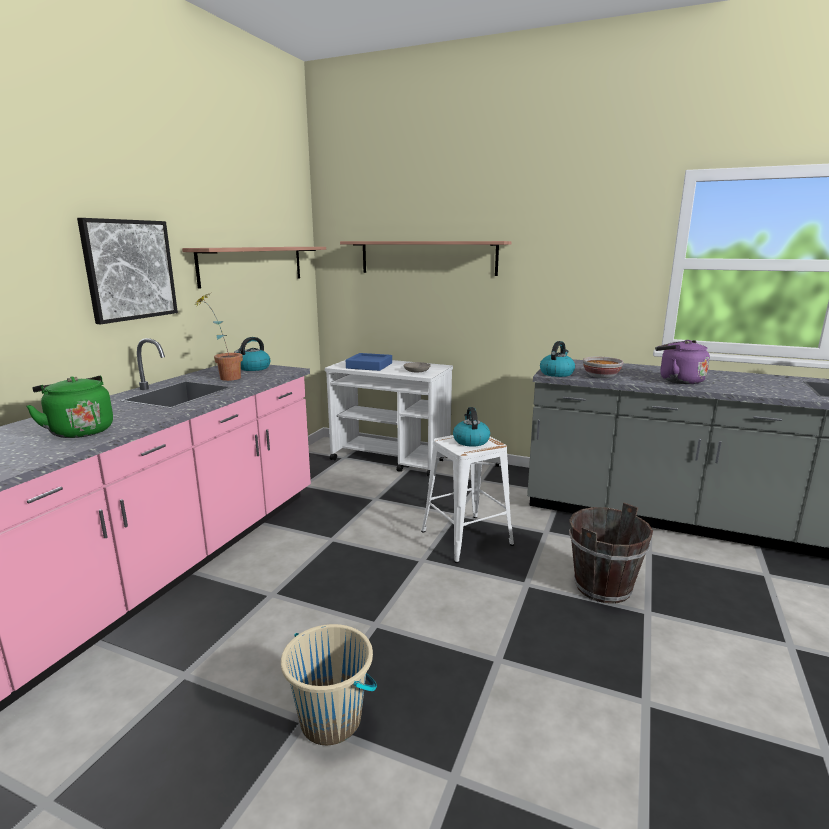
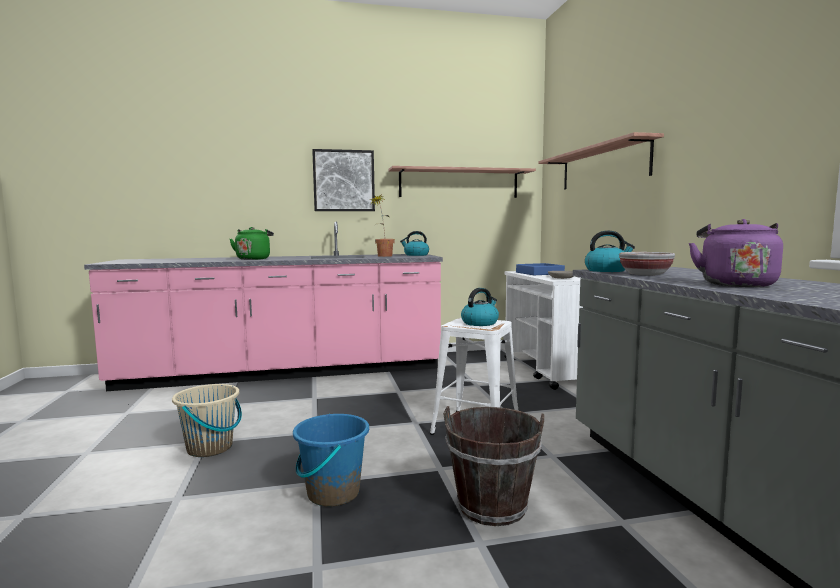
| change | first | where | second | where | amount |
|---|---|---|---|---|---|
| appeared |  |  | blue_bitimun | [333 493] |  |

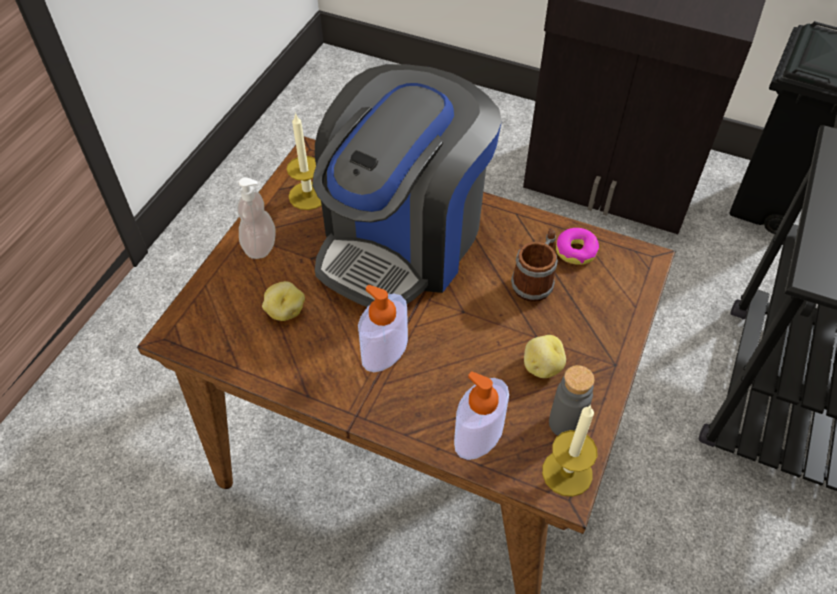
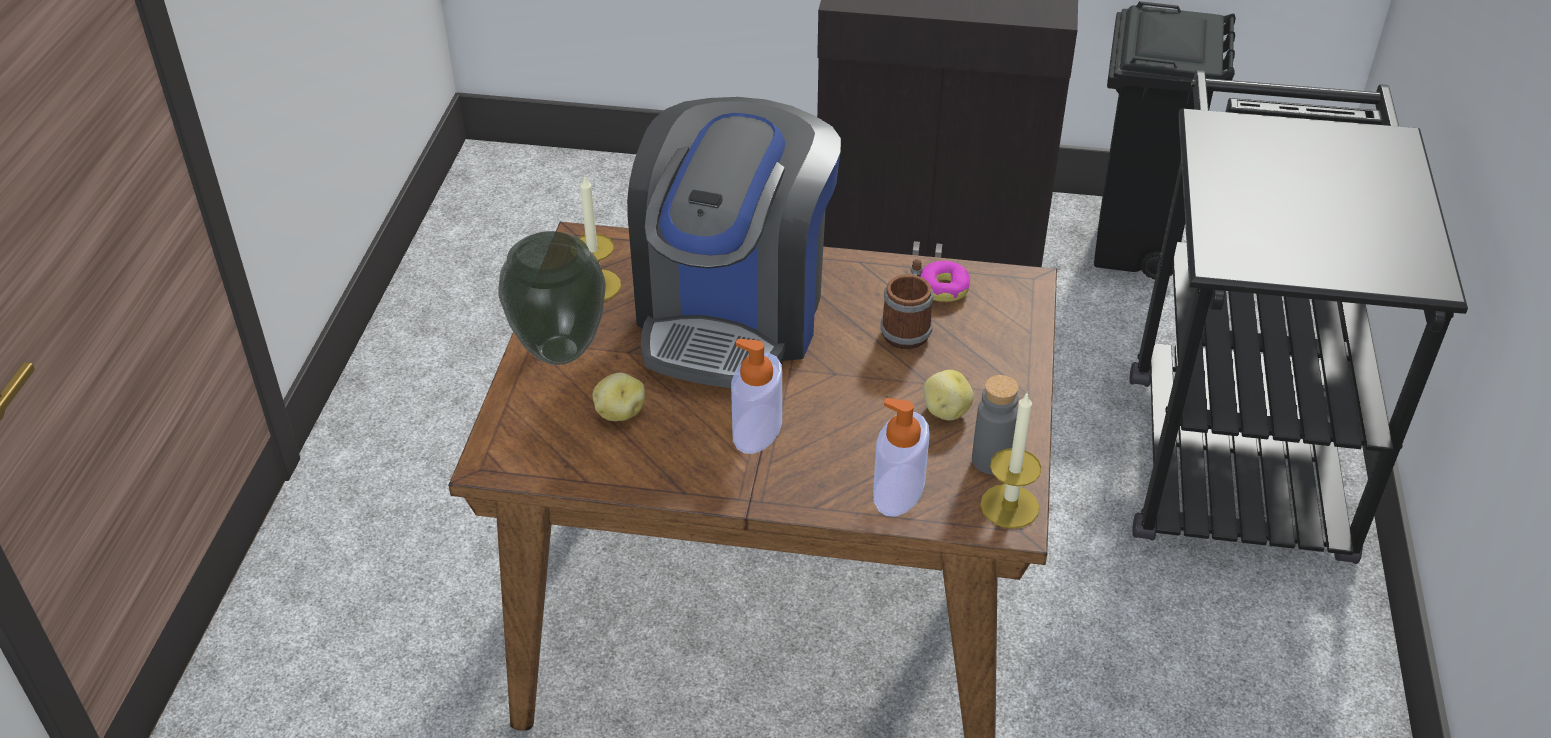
| change | first | where | second | where | amount |
|---|---|---|---|---|---|
| exchanged | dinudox | [260 246] | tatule | [558 350] |  |

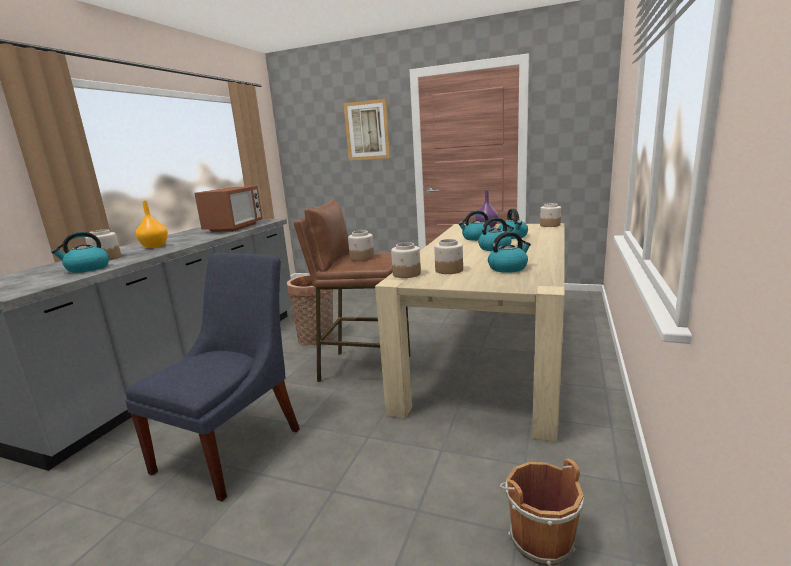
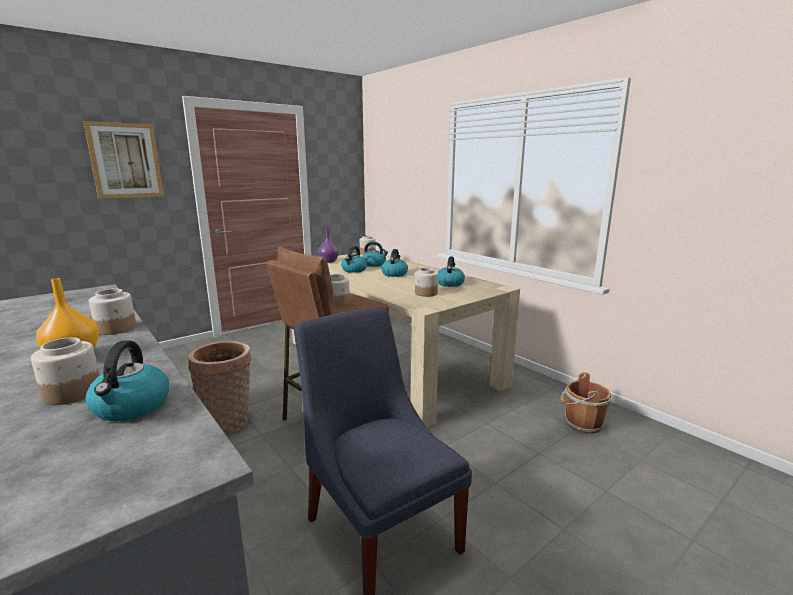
| change | first | where | second | where | amount |
|---|---|---|---|---|---|
| relocated | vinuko | [407 274] |  | [116 328] |  |
| missing | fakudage | [234 228] |  |  |  |

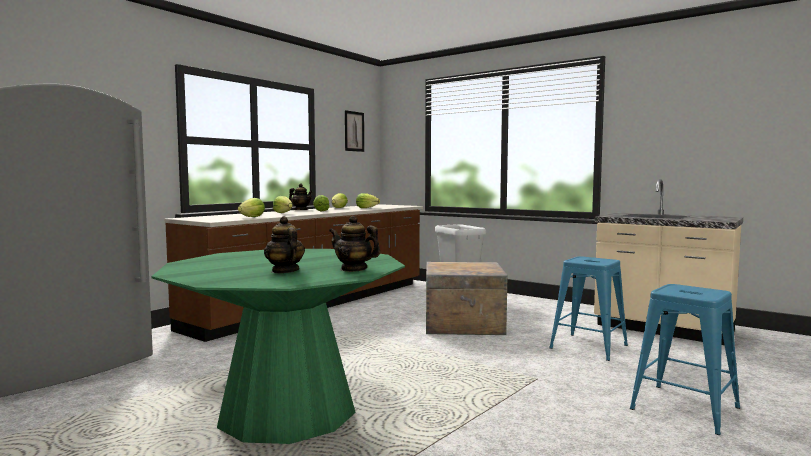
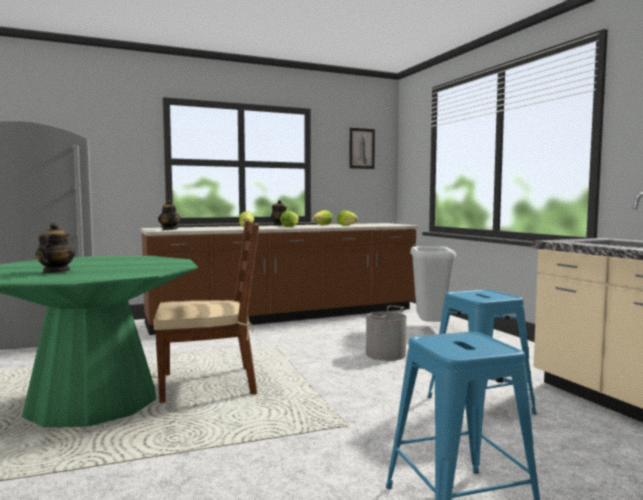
| change | first | where | second | where | amount |
|---|---|---|---|---|---|
| appeared |  |  | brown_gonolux | [209 383] |  |
| relocated | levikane | [353 269] |  | [169 229] |  |
| exchanged | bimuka | [464 323] | grey_bitimun | [386 354] |  |
| missing | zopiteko | [252 217] |  |  |  |

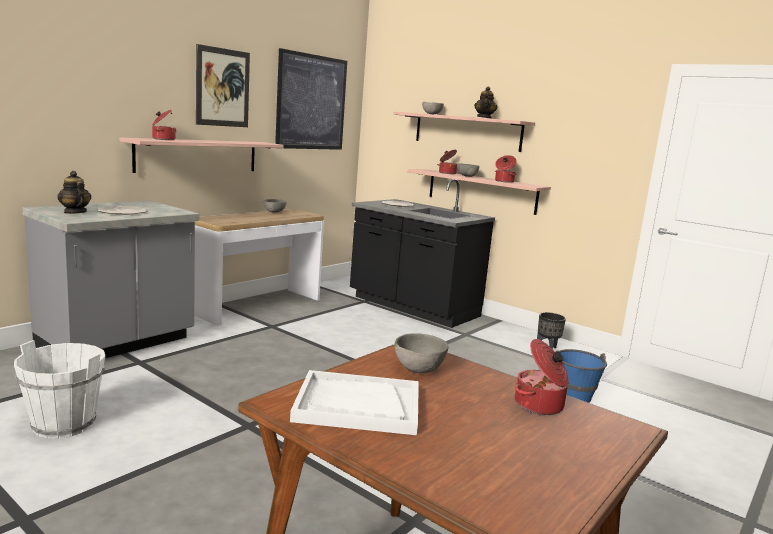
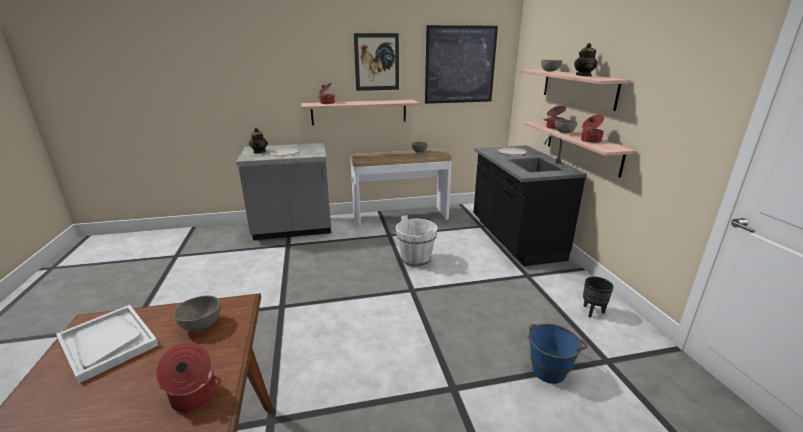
| change | first | where | second | where | amount |
|---|---|---|---|---|---|
| relocated | white_bitimun | [64 424] |  | [416 260] |  |

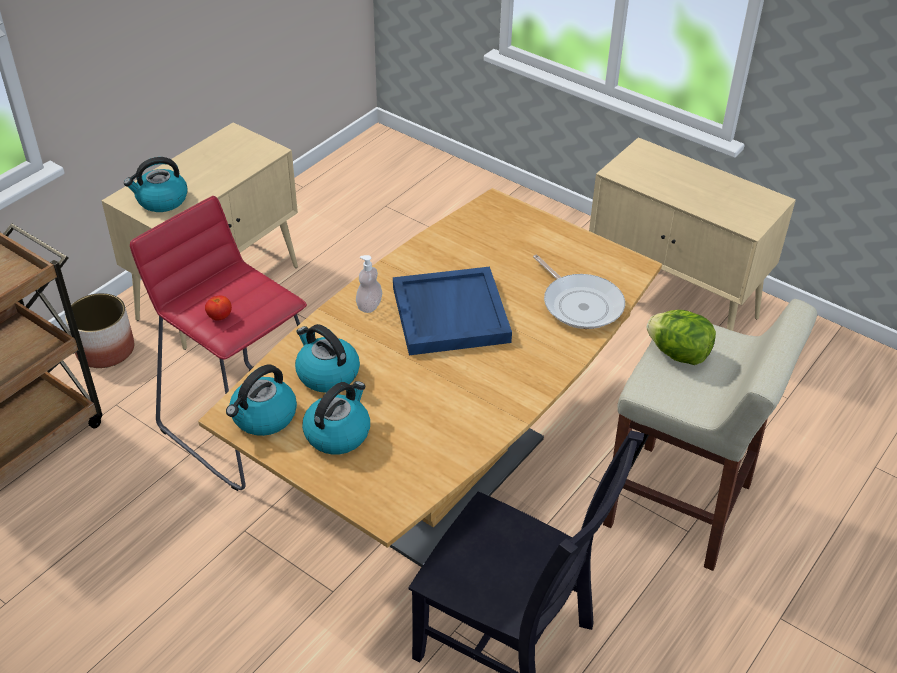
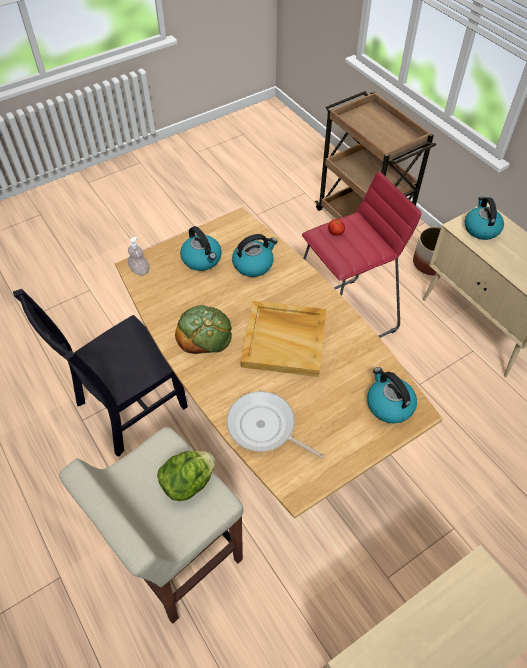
| change | first | where | second | where | amount |
|---|---|---|---|---|---|
| relocated | dinudox | [369 306] |  | [140 270] |  |
| appeared |  |  | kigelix | [204 332] |  |
| spun | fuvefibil | [580 304] |  | [264 427] | 45 degrees clockwise |
| colour | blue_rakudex | [449 314] | beige_rakudex | [285 340] |  |
| relocated | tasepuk | [263 417] |  | [389 405] |  |

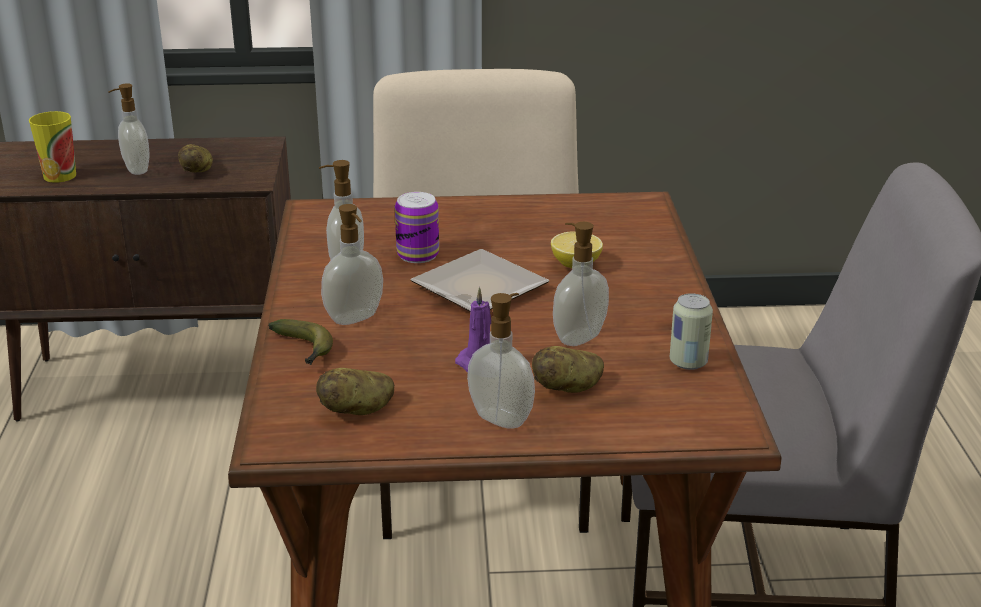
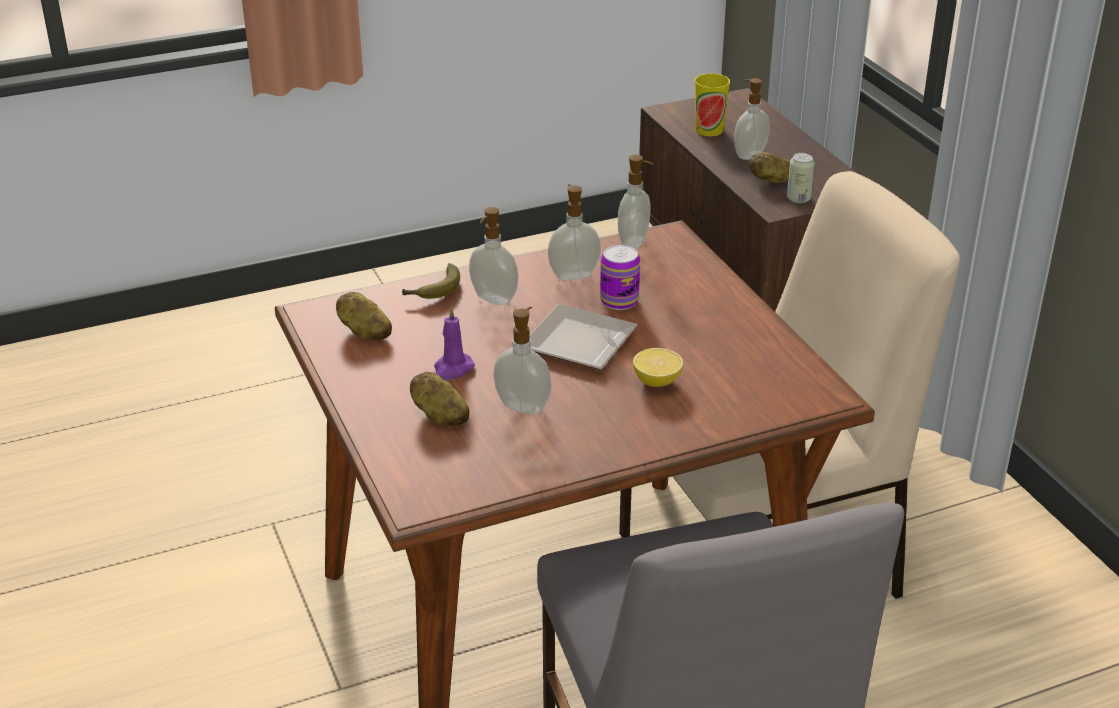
| change | first | where | second | where | amount |
|---|---|---|---|---|---|
| relocated | dinudox | [502 418] |  | [634 243] |  |
| relocated | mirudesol | [688 362] |  | [798 199] |  |

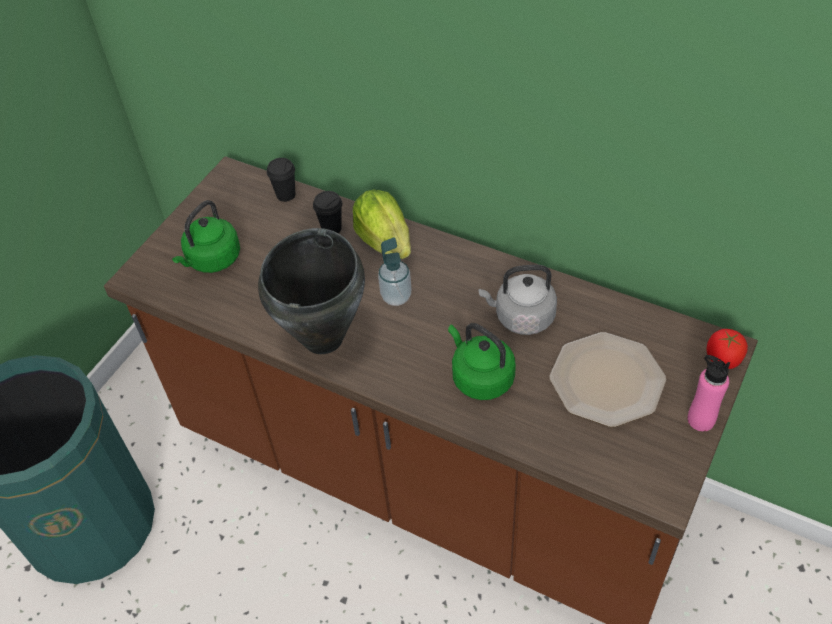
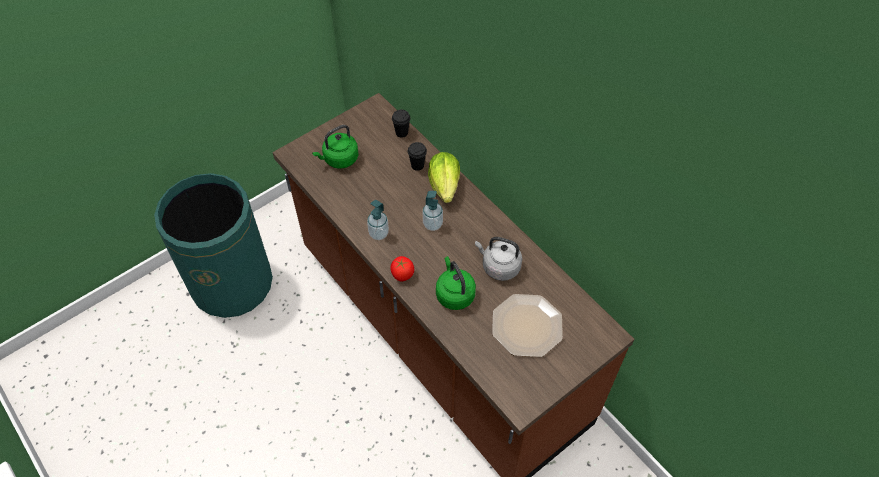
| change | first | where | second | where | amount |
|---|---|---|---|---|---|
| exchanged | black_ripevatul | [324 338] | dinudox | [378 233] |  |
| relocated | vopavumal | [722 360] |  | [402 274] |  |
| missing | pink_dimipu | [700 419] |  |  |  |

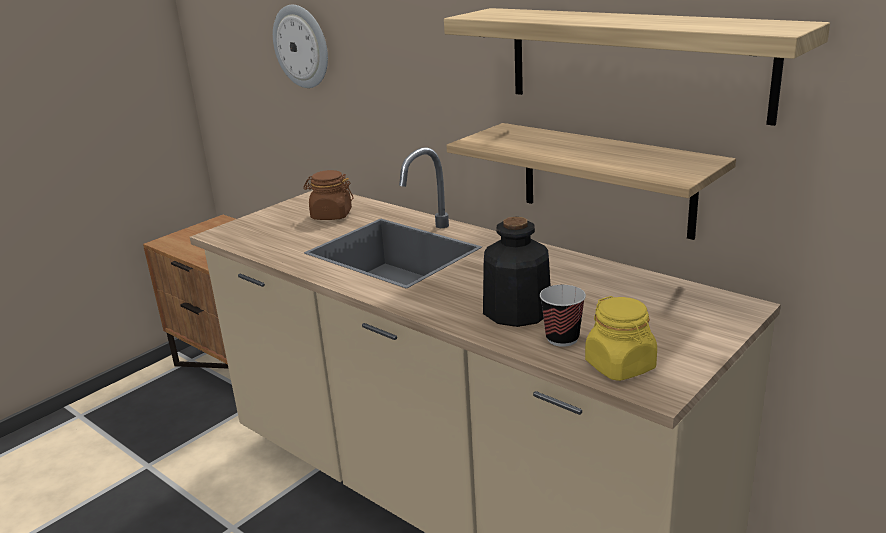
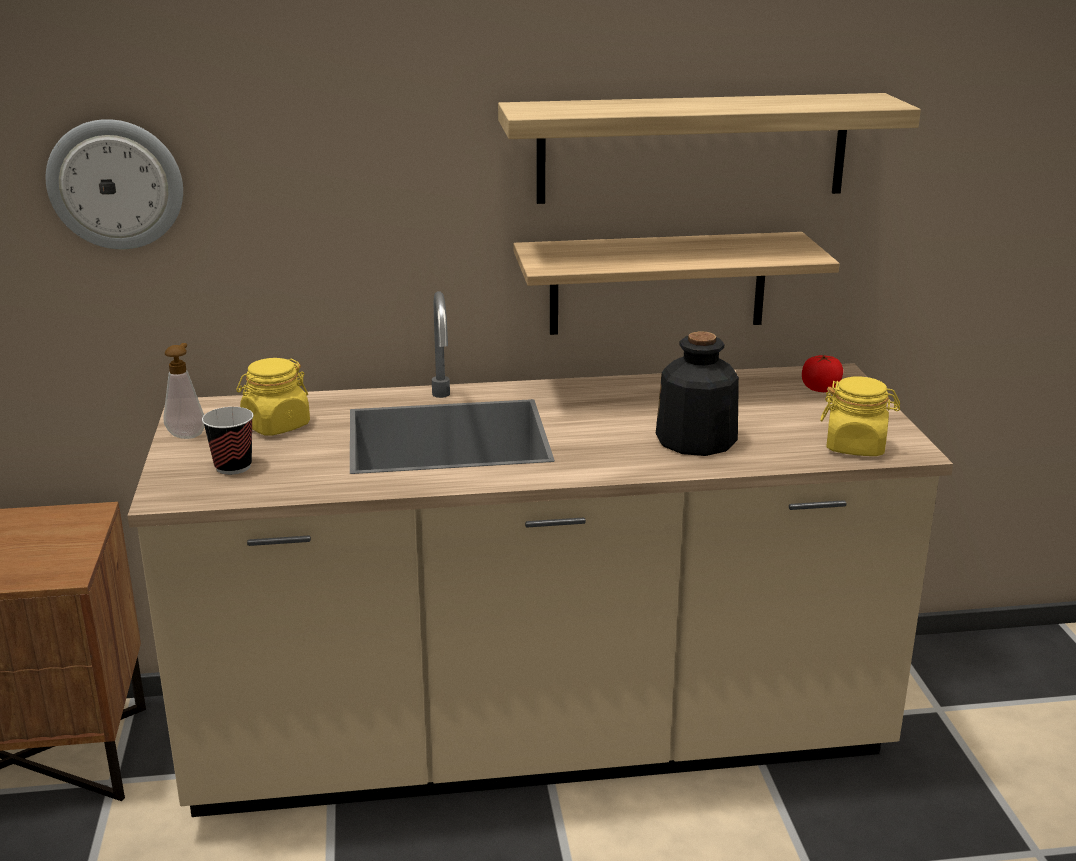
| change | first | where | second | where | amount |
|---|---|---|---|---|---|
| appeared |  |  | dinudox | [187 434] |  |
| relocated | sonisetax | [562 338] |  | [233 467] |  |
| colour | brown_vinuko | [331 215] | yellow_vinuko | [276 425] |  |
| appeared |  |  | vopavumal | [820 389] |  |

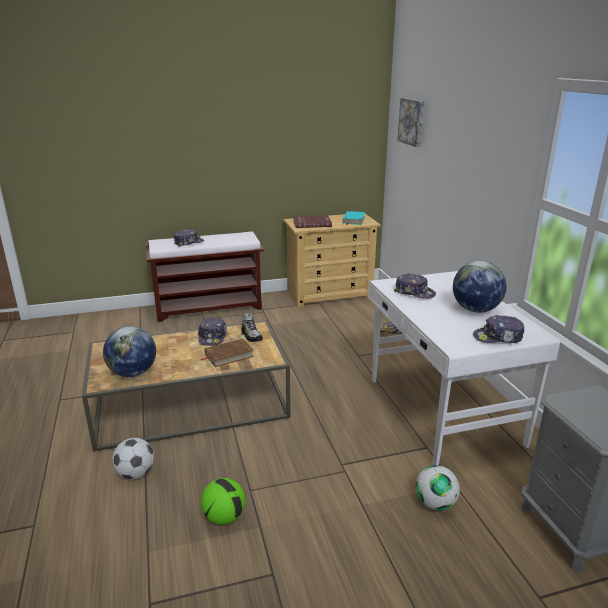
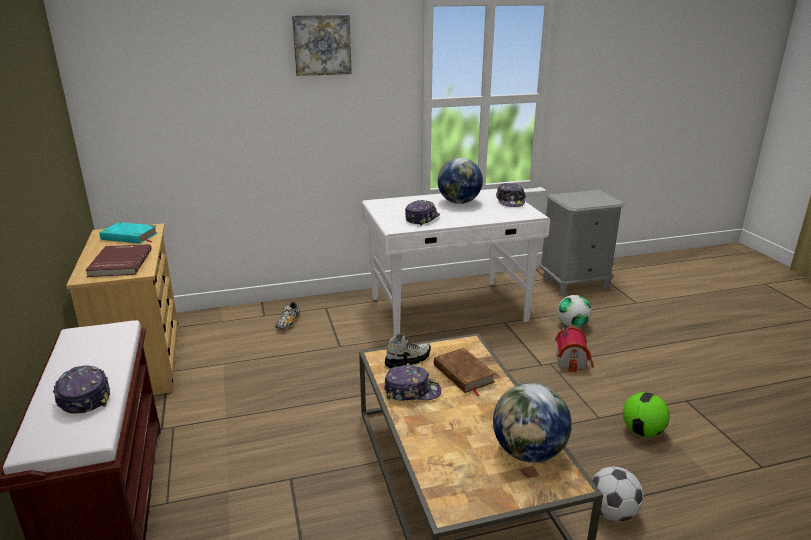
| change | first | where | second | where | amount |
|---|---|---|---|---|---|
| relocated | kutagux | [412 121] |  | [322 45] |  |
| appeared |  |  | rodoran | [573 361] |  |

